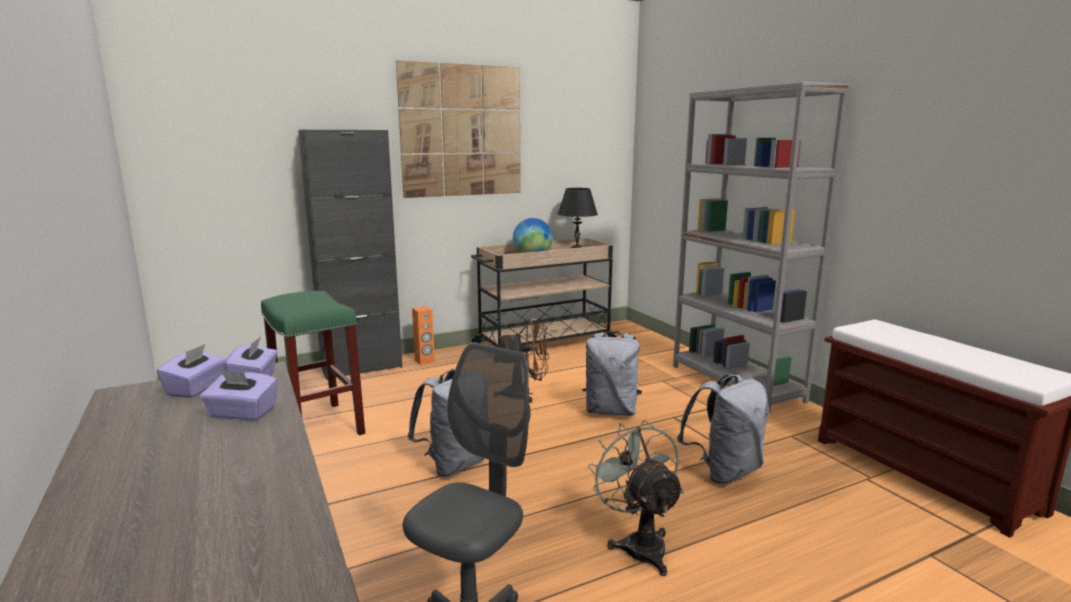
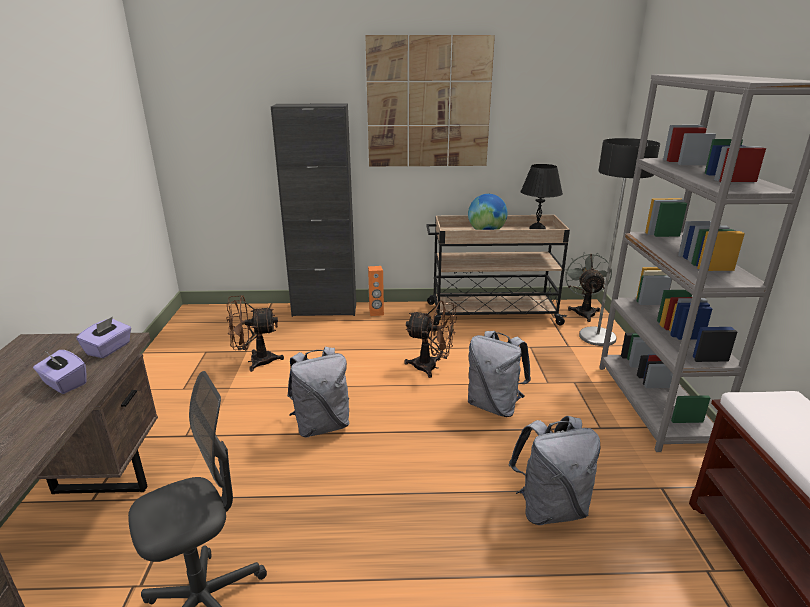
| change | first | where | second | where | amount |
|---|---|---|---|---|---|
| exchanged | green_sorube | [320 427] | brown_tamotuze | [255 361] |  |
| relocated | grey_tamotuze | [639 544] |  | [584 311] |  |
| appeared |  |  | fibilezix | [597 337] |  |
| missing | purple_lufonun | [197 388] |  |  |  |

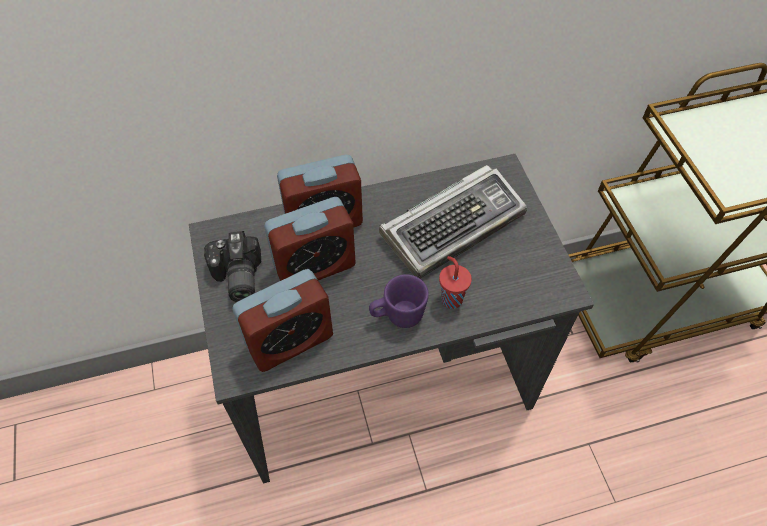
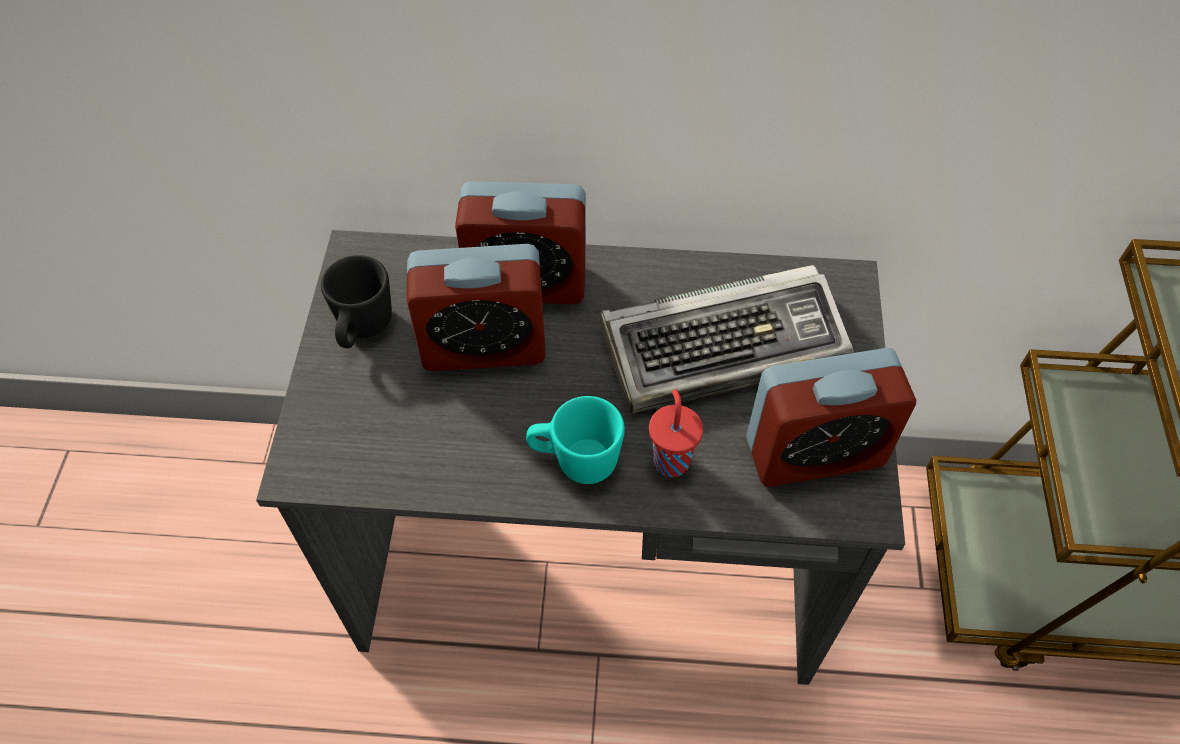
| change | first | where | second | where | amount |
|---|---|---|---|---|---|
| exchanged | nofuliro | [236 278] | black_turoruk | [362 329] |  |
| colour | purple_turoruk | [397 316] | turquoise_turoruk | [575 460] |  |
| relocated | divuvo | [290 340] |  | [814 452] |  |

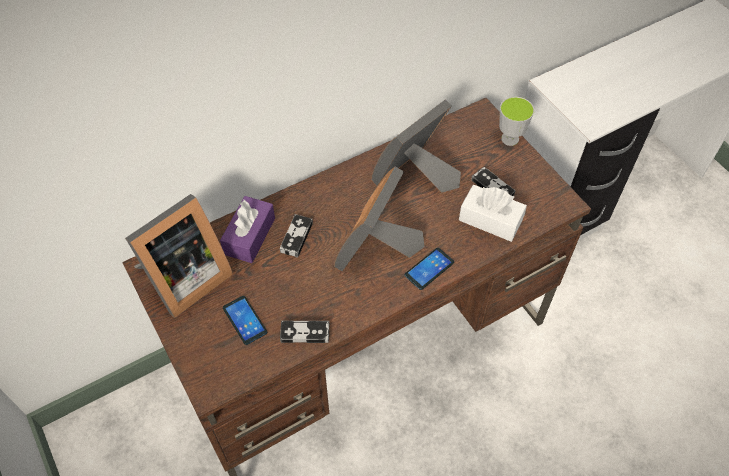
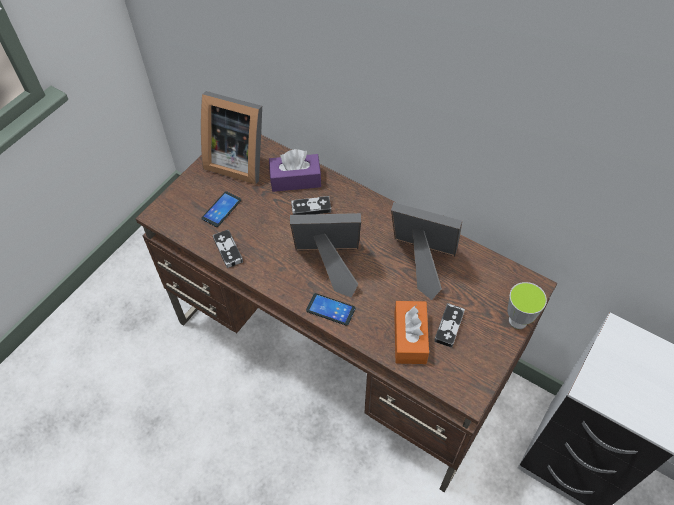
| change | first | where | second | where | amount |
|---|---|---|---|---|---|
| colour | white_lufonun | [490 220] | orange_lufonun | [410 338] |  |

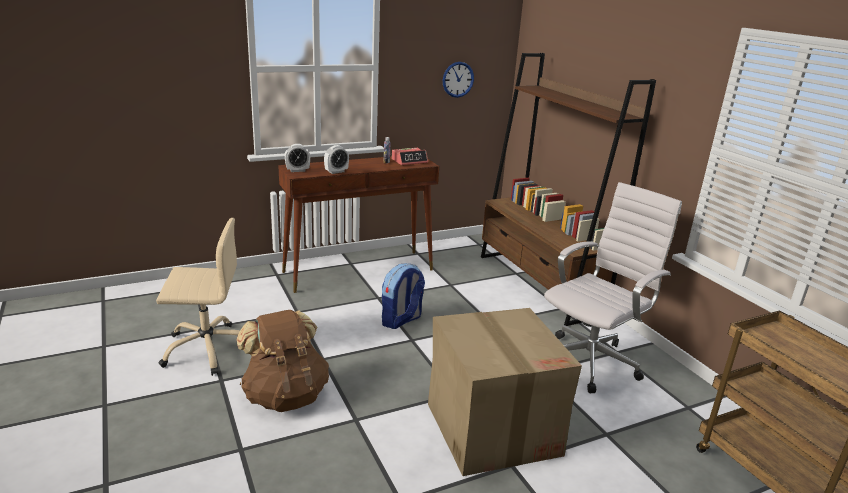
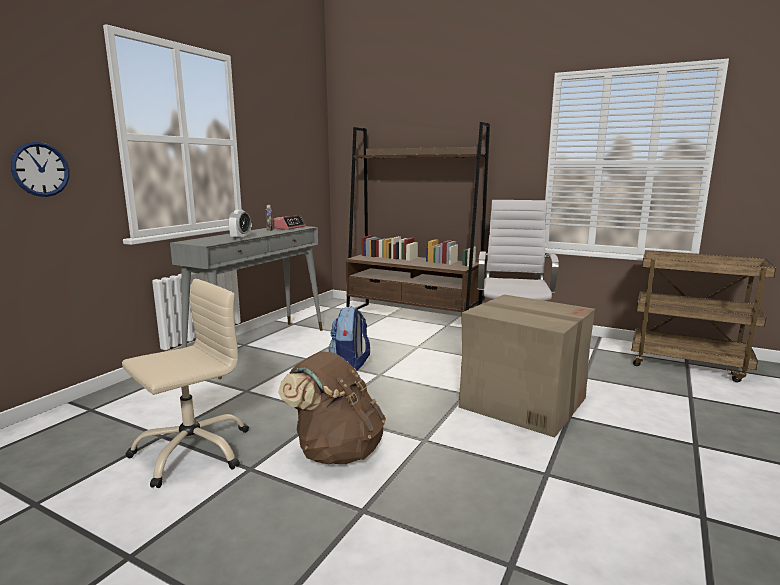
| change | first | where | second | where | amount |
|---|---|---|---|---|---|
| relocated | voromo | [458 79] |  | [40 169] |  |
| colour | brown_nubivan | [359 270] | grey_nubivan | [260 347] |  |
| missing | divuvo | [297 170] |  |  |  |

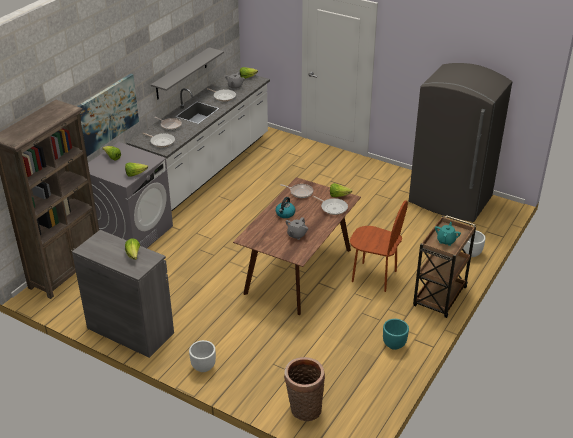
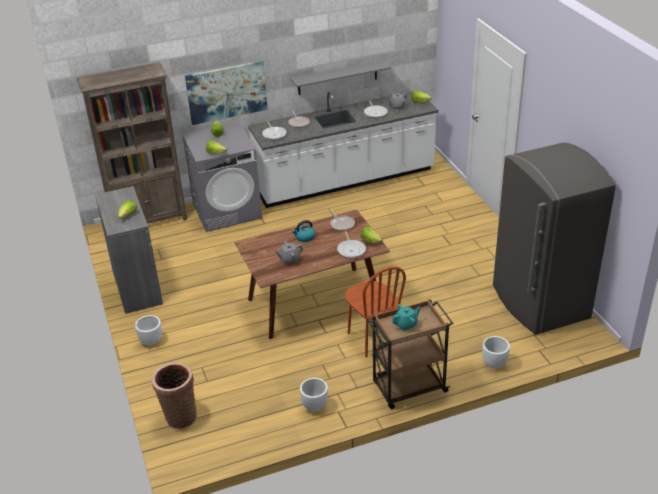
| change | first | where | second | where | amount |
|---|---|---|---|---|---|
| colour | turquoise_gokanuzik | [394 345] | white_gokanuzik | [314 406] |  |

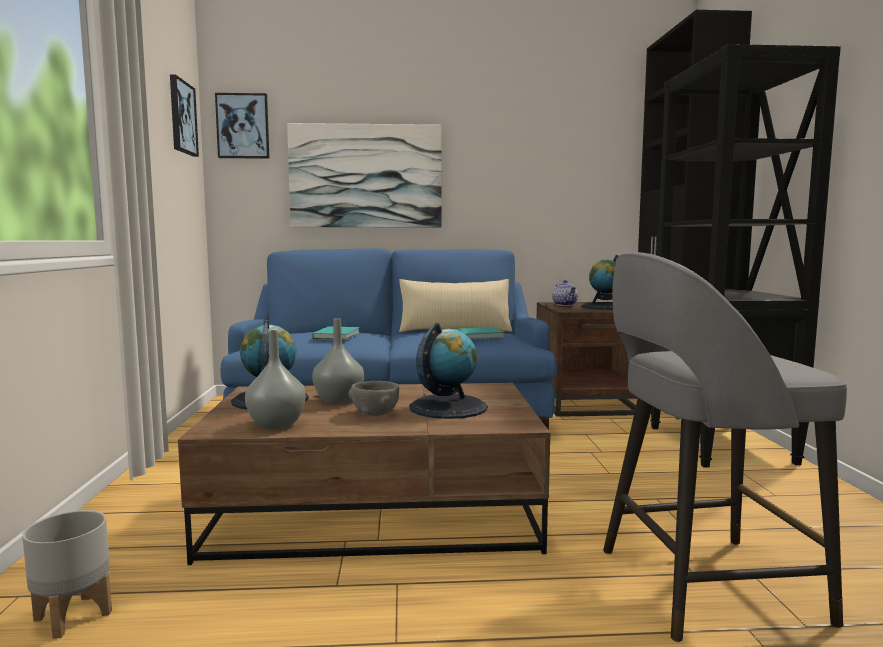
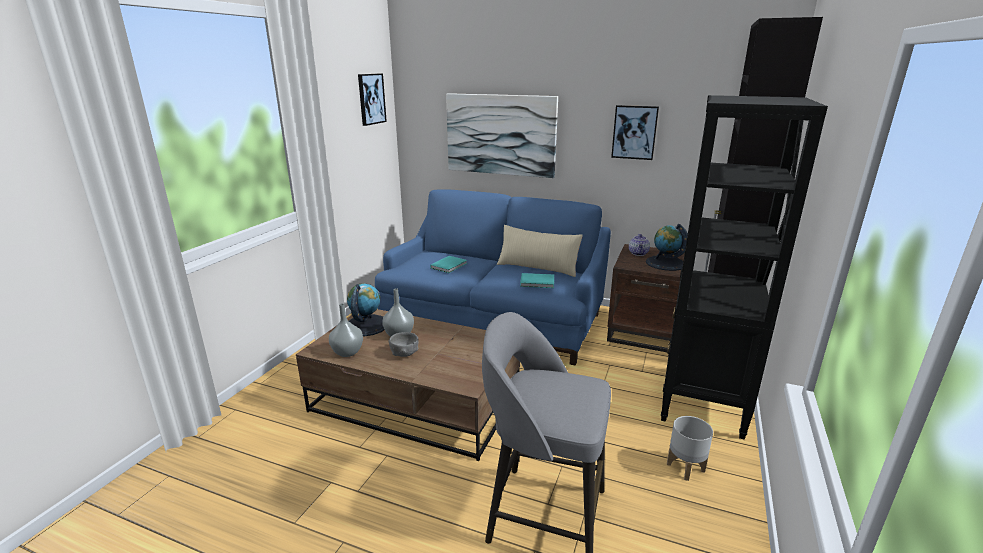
| change | first | where | second | where | amount |
|---|---|---|---|---|---|
| relocated | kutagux | [243 126] |  | [634 132] |  |
| relocated | grey_gokanuzik | [74 616] |  | [686 467] |  |
| missing | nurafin | [448 407] |  |  |  |

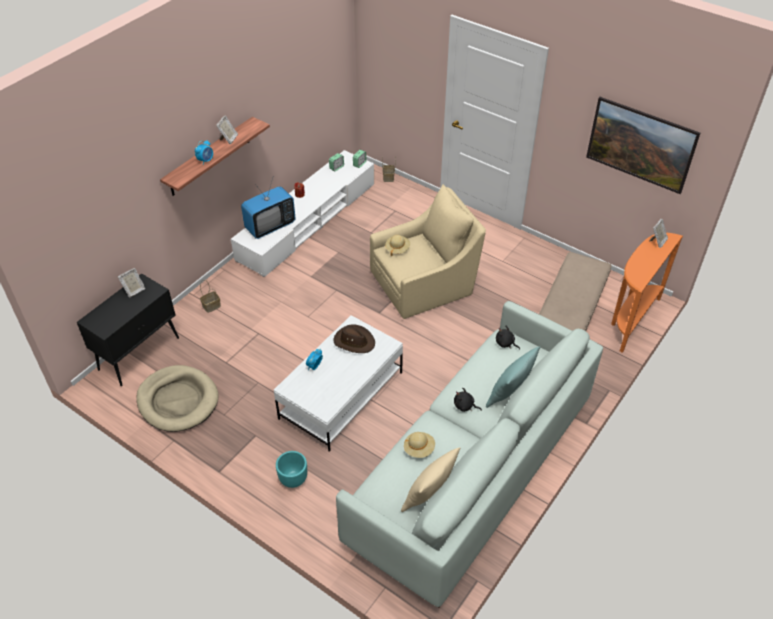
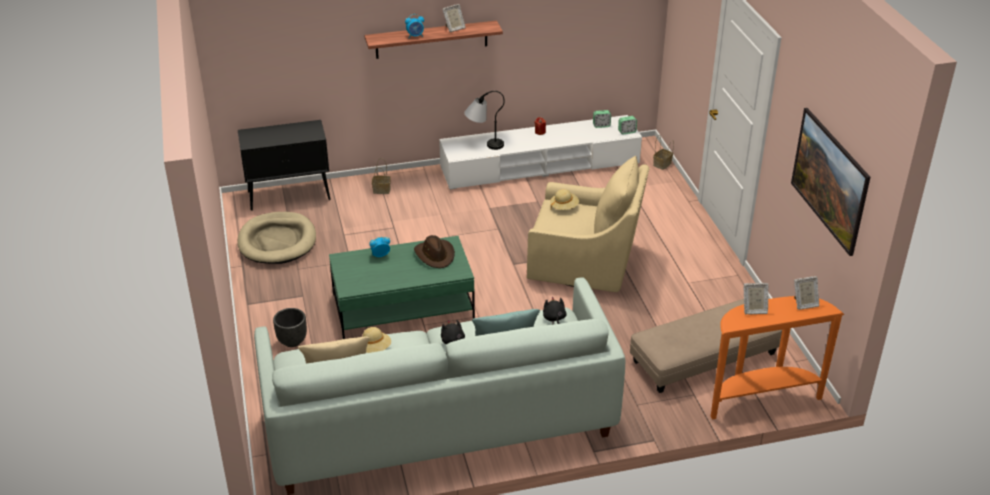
| change | first | where | second | where | amount |
|---|---|---|---|---|---|
| colour | turquoise_gokanuzik | [293 479] | black_gokanuzik | [293 341] |  |
| colour | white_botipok | [341 396] | green_botipok | [402 306] |  |
| exchanged | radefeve | [270 226] | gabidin | [483 144] |  |
| relocated | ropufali | [134 290] |  | [753 309] |  |

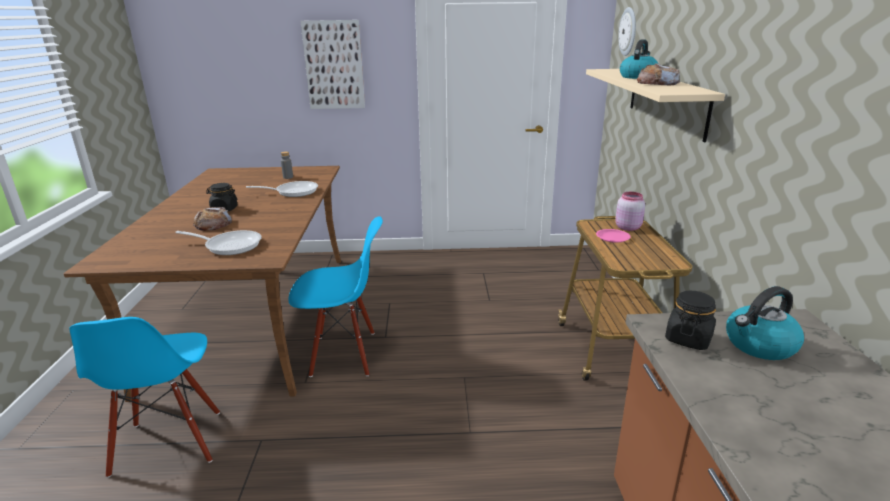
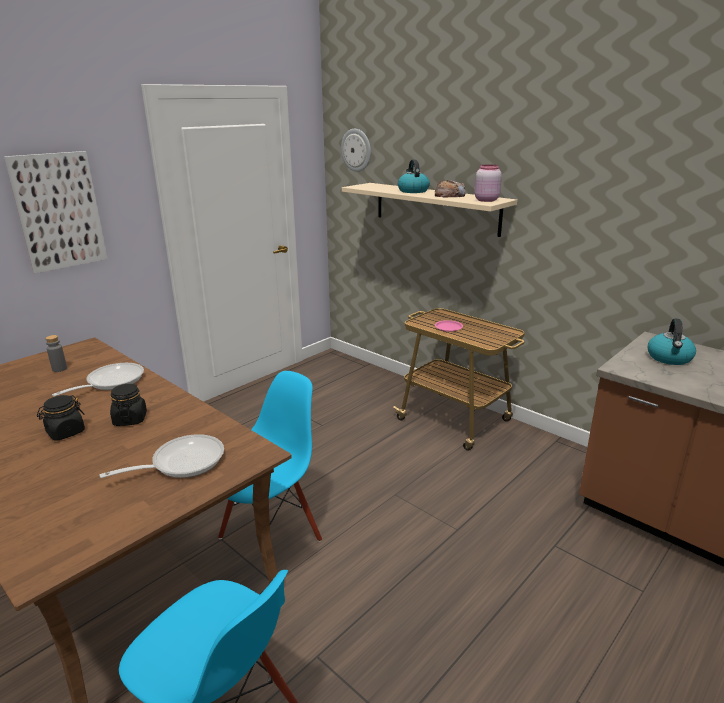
| change | first | where | second | where | amount |
|---|---|---|---|---|---|
| relocated | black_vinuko | [688 338] |  | [130 419] |  |
| relocated | pink_vinuko | [627 227] |  | [485 200] |  |
| missing | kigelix | [213 224] |  |  |  |

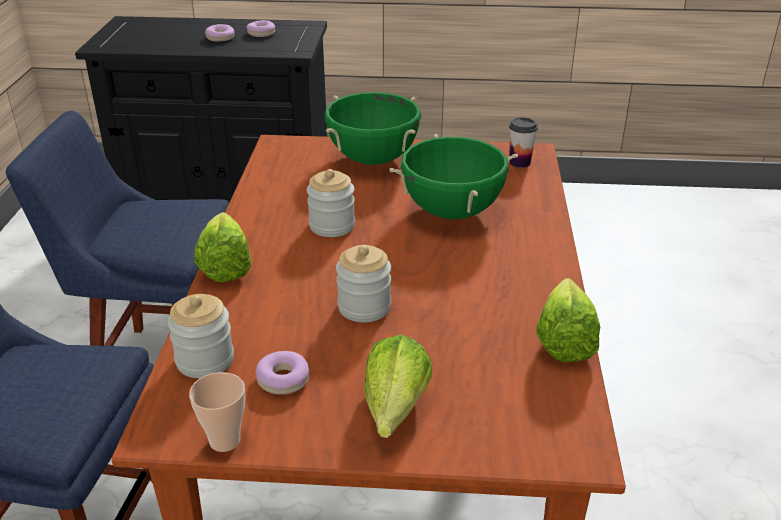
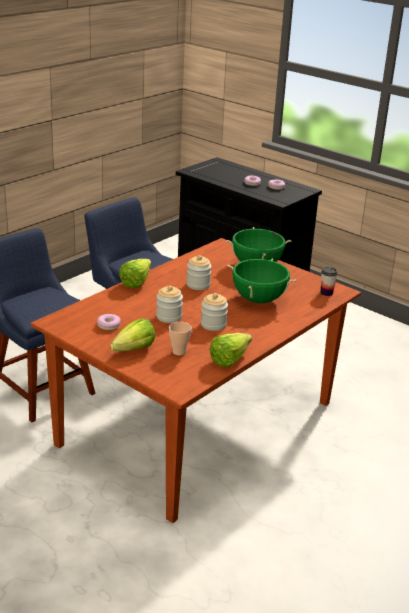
| change | first | where | second | where | amount |
|---|---|---|---|---|---|
| relocated | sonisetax | [224 441] |  | [179 352] |  |
| relocated | vinuko | [205 360] |  | [213 324] |  |

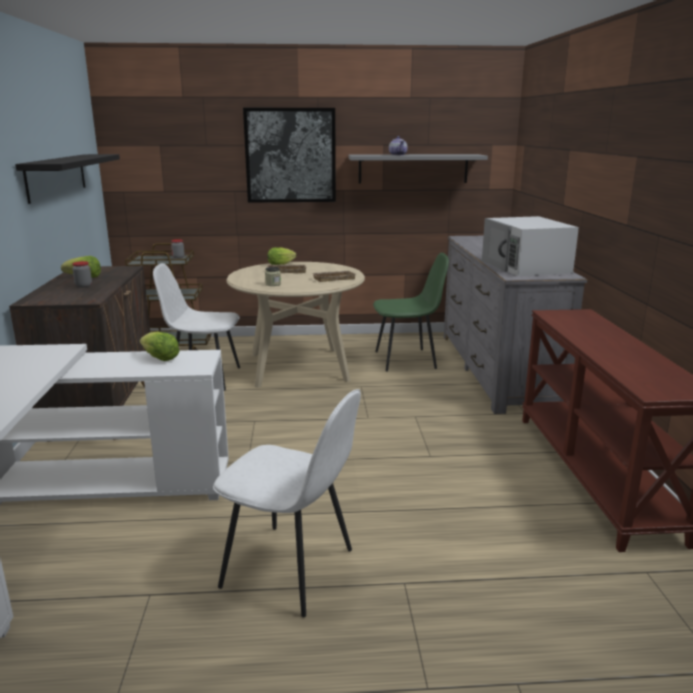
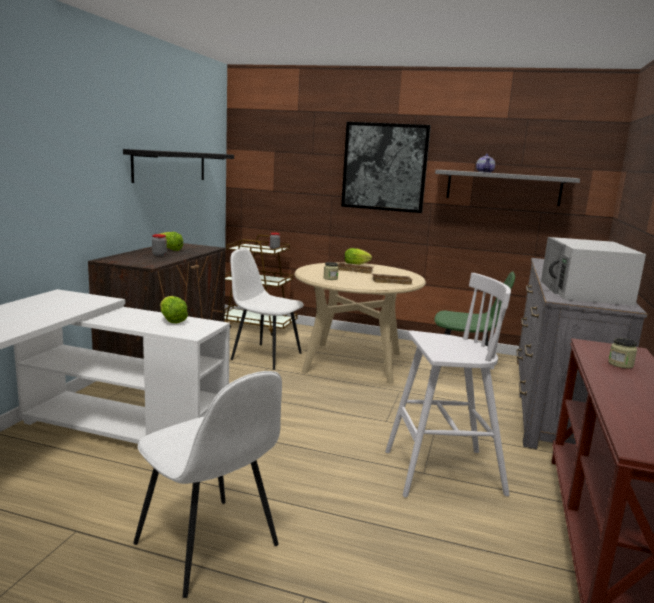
| change | first | where | second | where | amount |
|---|---|---|---|---|---|
| appeared |  |  | white_sorube | [441 472] |  |
| appeared |  |  | vinuko | [620 364] |  |

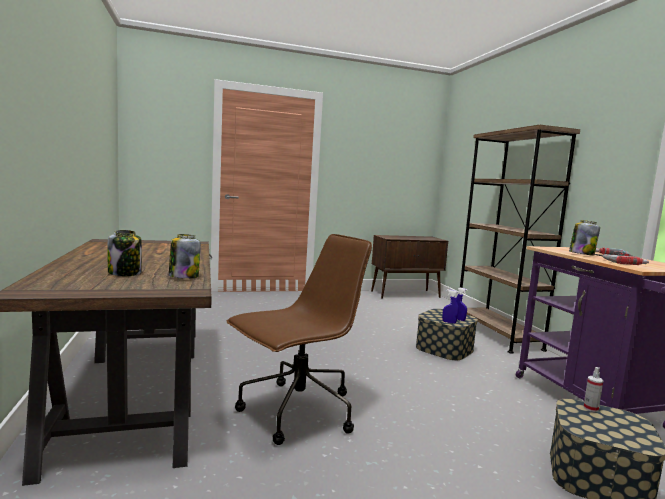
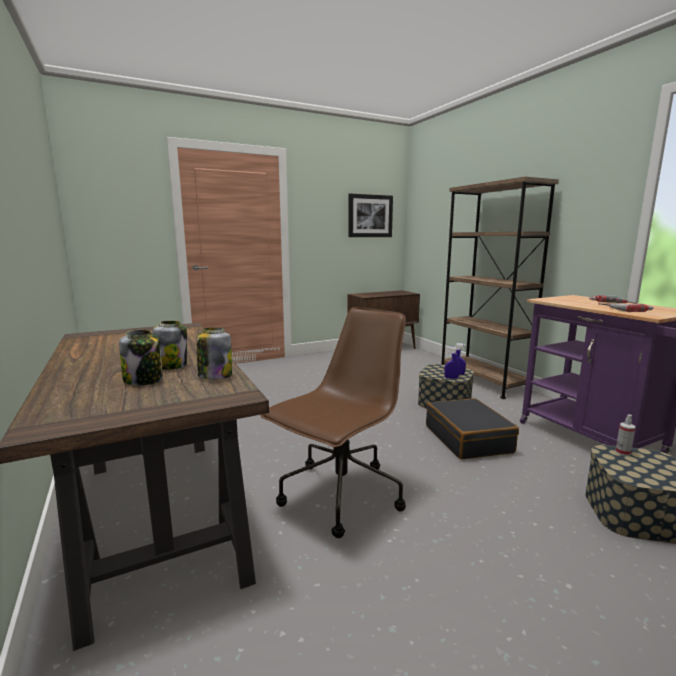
| change | first | where | second | where | amount |
|---|---|---|---|---|---|
| relocated | vinuko | [581 254] |  | [171 366] |  |
| appeared |  |  | kutagux | [370 216] |  |
| appeared |  |  | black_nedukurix | [468 439] |  |

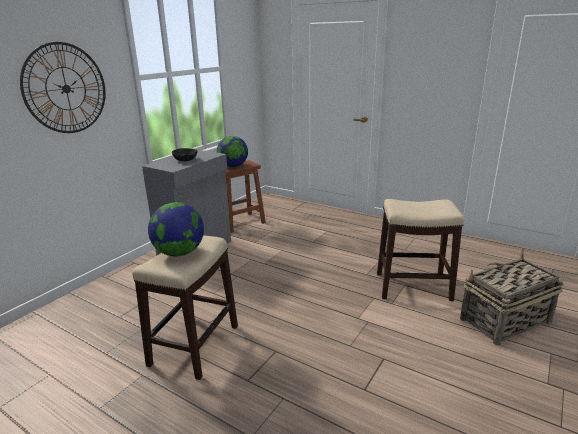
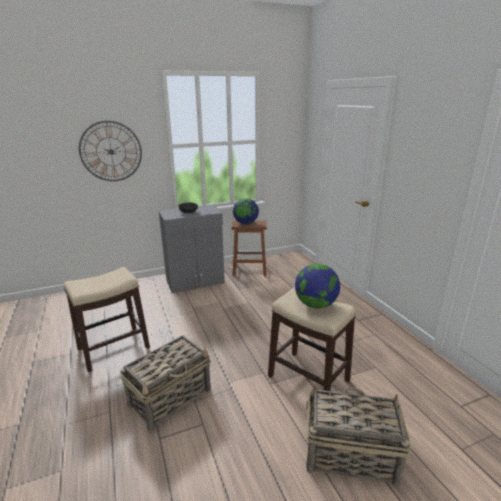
| change | first | where | second | where | amount |
|---|---|---|---|---|---|
| appeared |  |  | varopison | [171 397] |  |
| relocated | nurafin | [179 253] |  | [316 305] |  |

